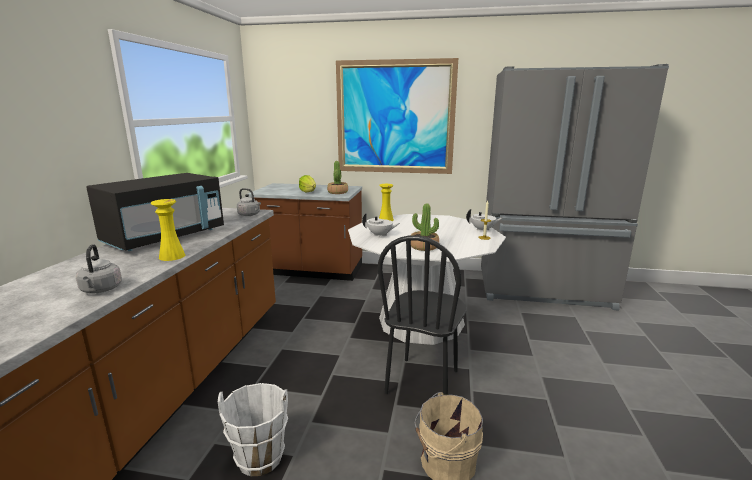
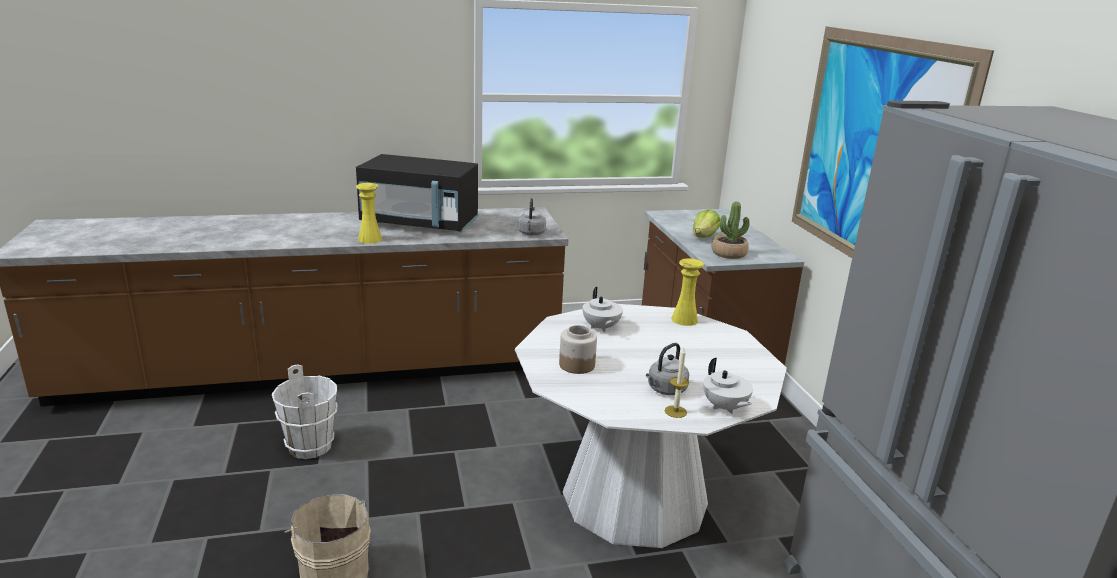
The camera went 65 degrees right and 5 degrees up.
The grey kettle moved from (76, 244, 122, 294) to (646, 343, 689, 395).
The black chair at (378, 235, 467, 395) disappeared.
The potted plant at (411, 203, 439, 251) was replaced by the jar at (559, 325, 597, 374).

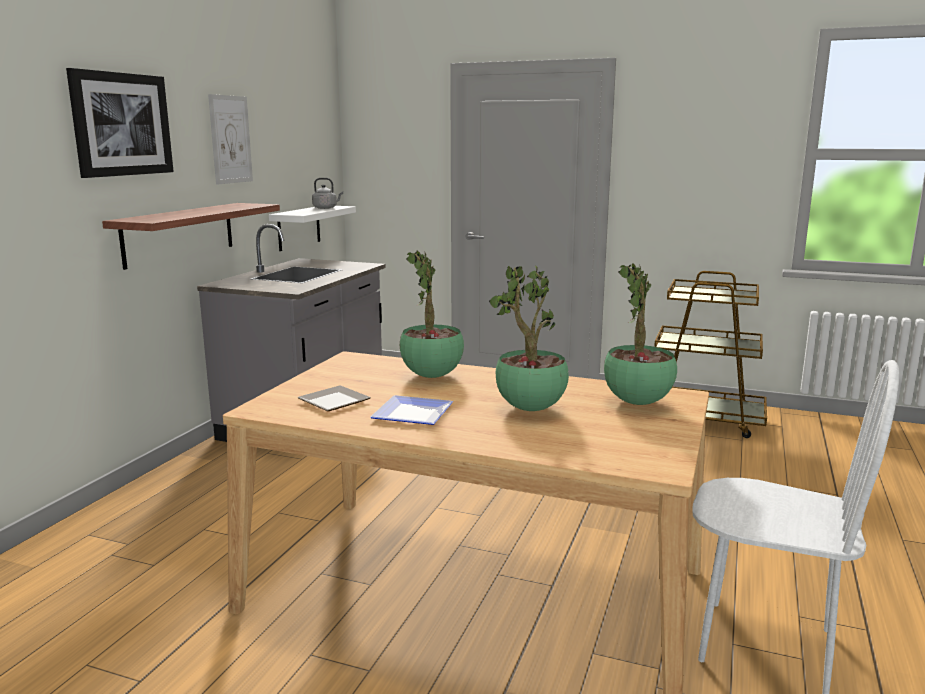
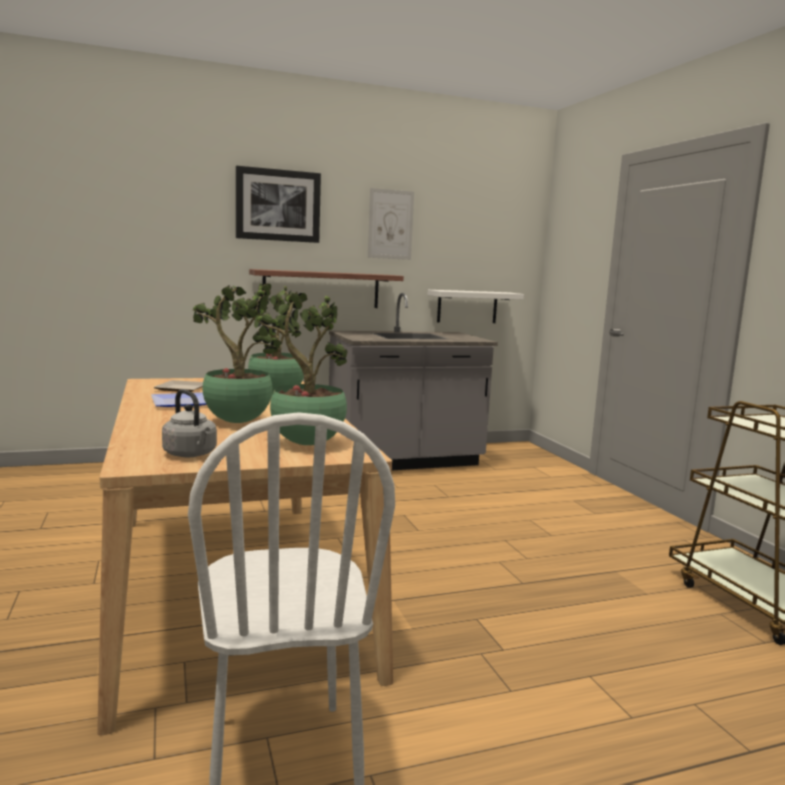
The camera went 50 degrees right and 5 degrees down.
The grey kettle moved from (312, 178, 343, 209) to (162, 389, 217, 457).

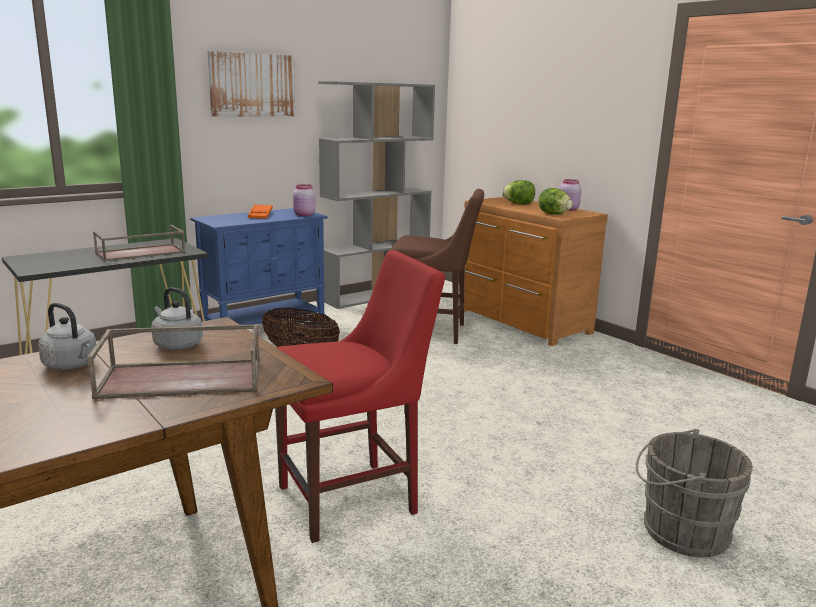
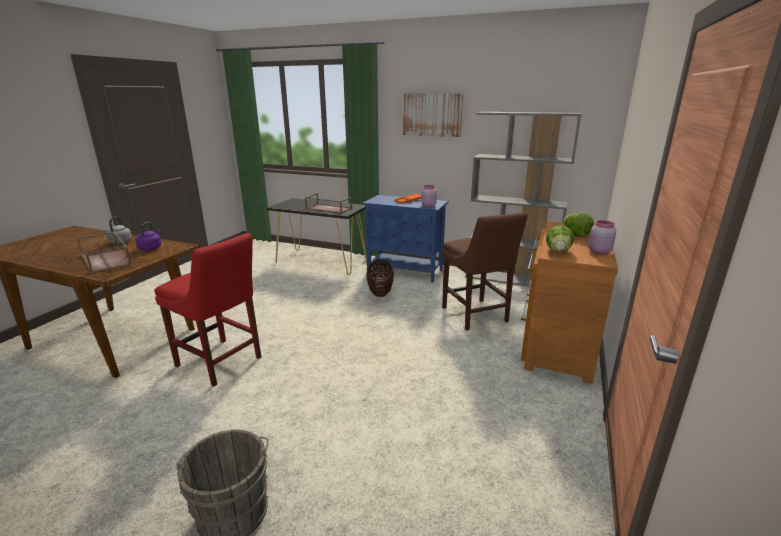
The camera went 60 degrees right and 5 degrees up.
The grey kettle at (151, 287, 203, 350) became the purple kettle at (135, 222, 161, 250).

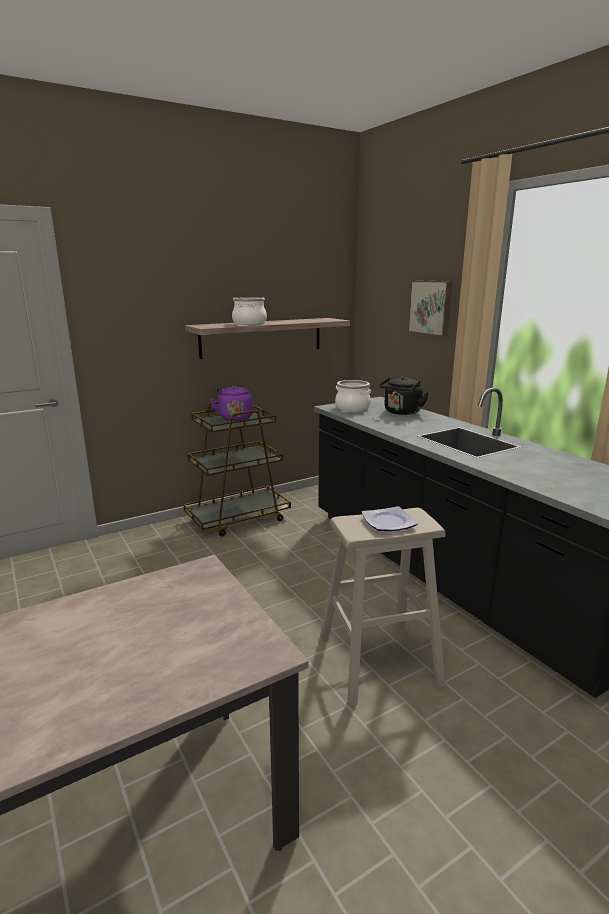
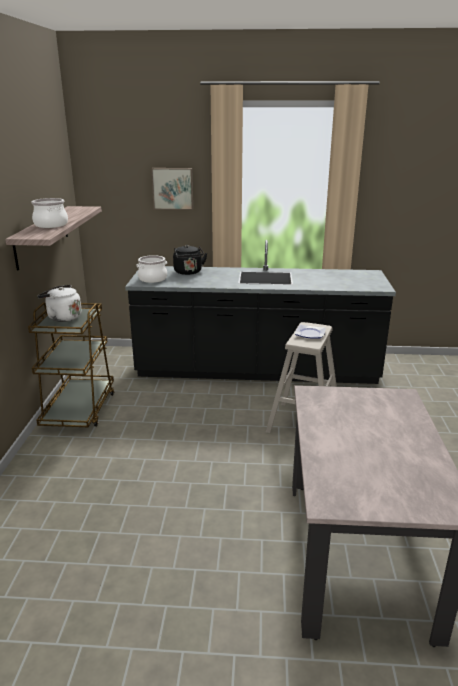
The camera went 55 degrees left and 5 degrees up.
The purple kettle at (210, 385, 253, 421) became the white kettle at (37, 285, 82, 322).

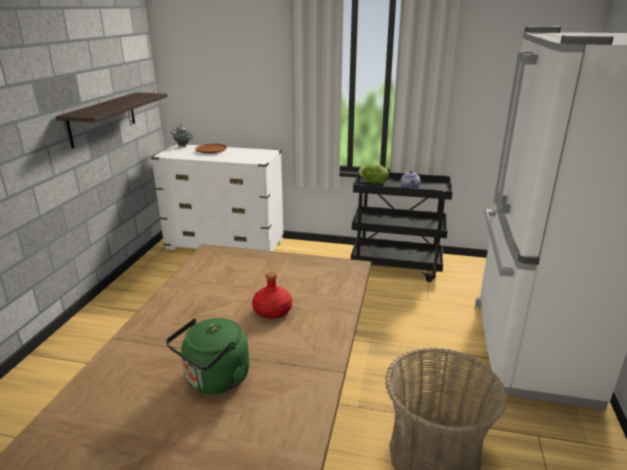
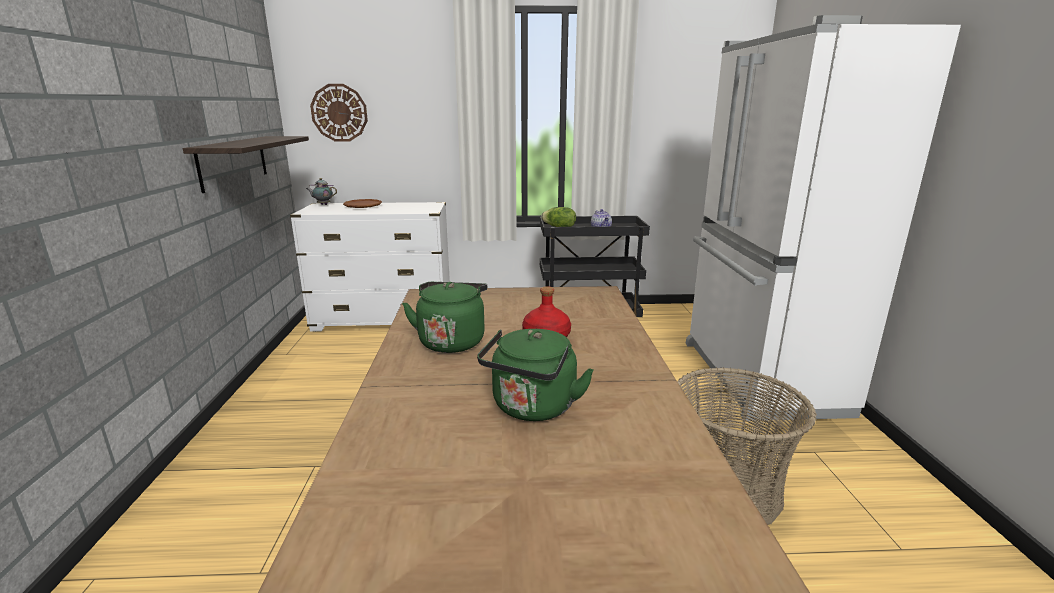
The camera went 15 degrees left and 5 degrees down.
The wall clock at (310, 84, 368, 142) appeared.
The green kettle at (402, 282, 488, 353) appeared.

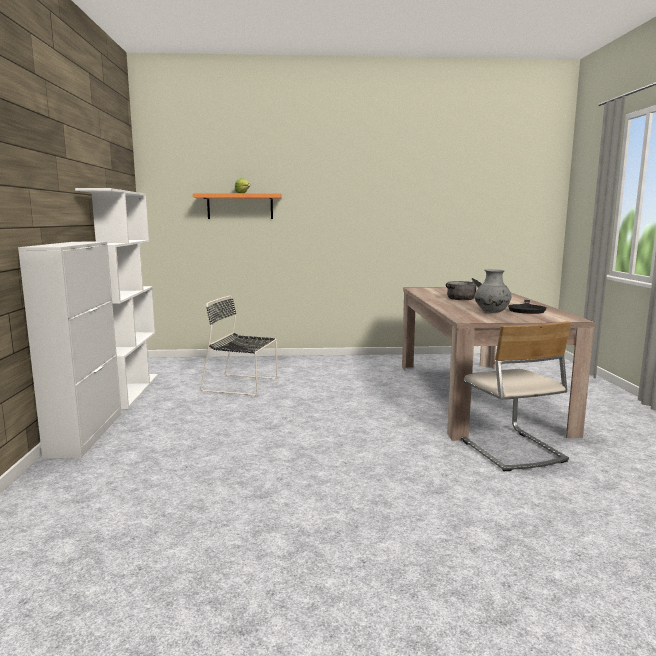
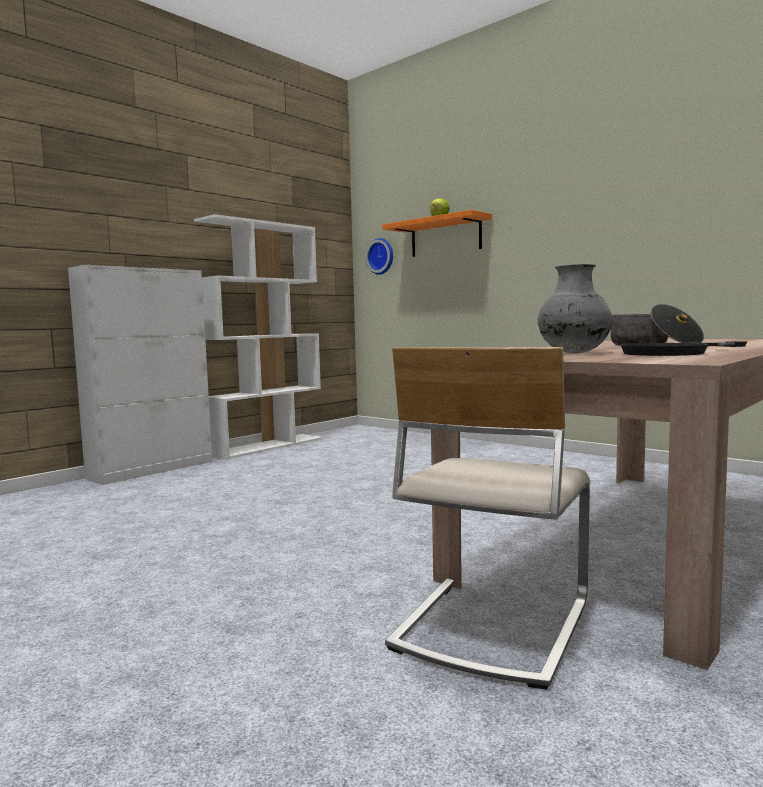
The camera went 45 degrees right and 5 degrees down.
The black chair at (201, 296, 277, 396) disappeared.
The wall clock at (366, 238, 393, 275) appeared.

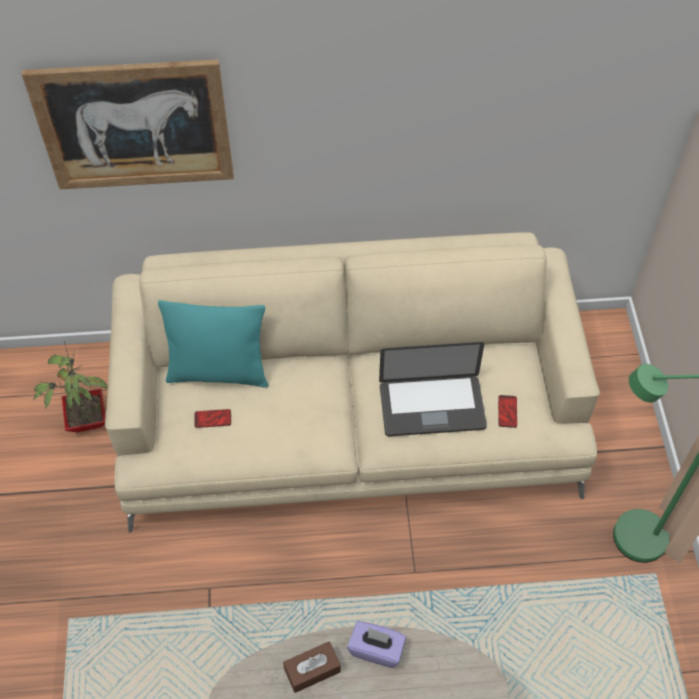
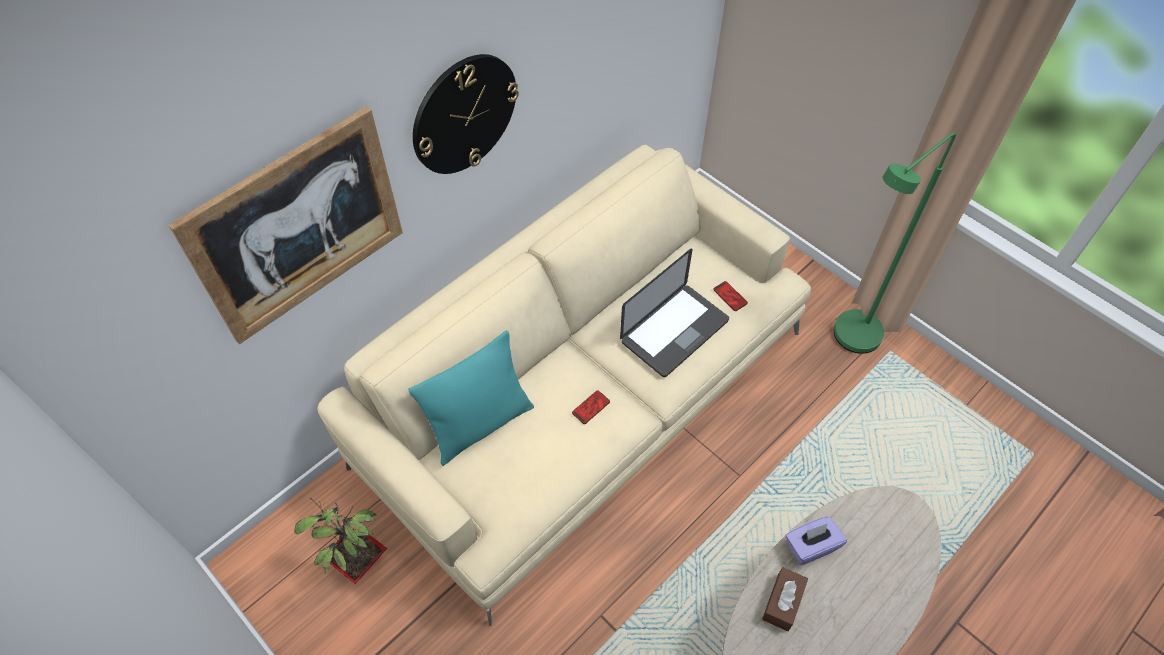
The camera went 40 degrees left and 0 degrees up.
The phone moved from (195, 409, 231, 428) to (572, 390, 610, 424).
The wall clock at (413, 54, 519, 174) appeared.

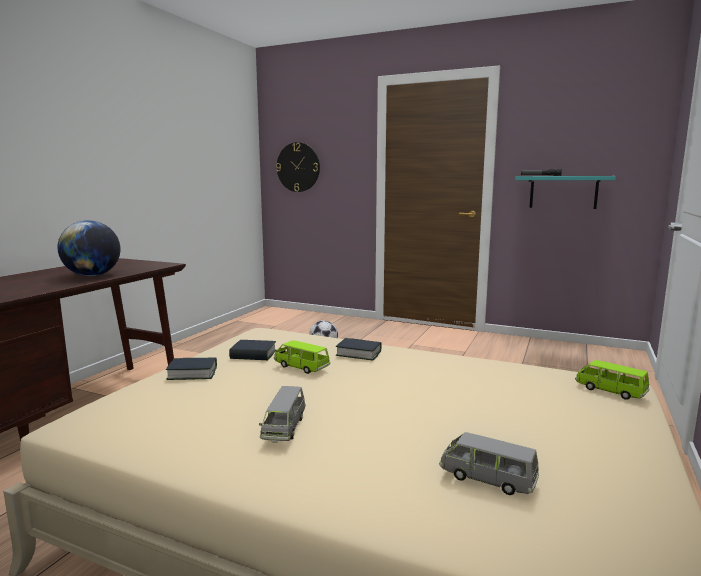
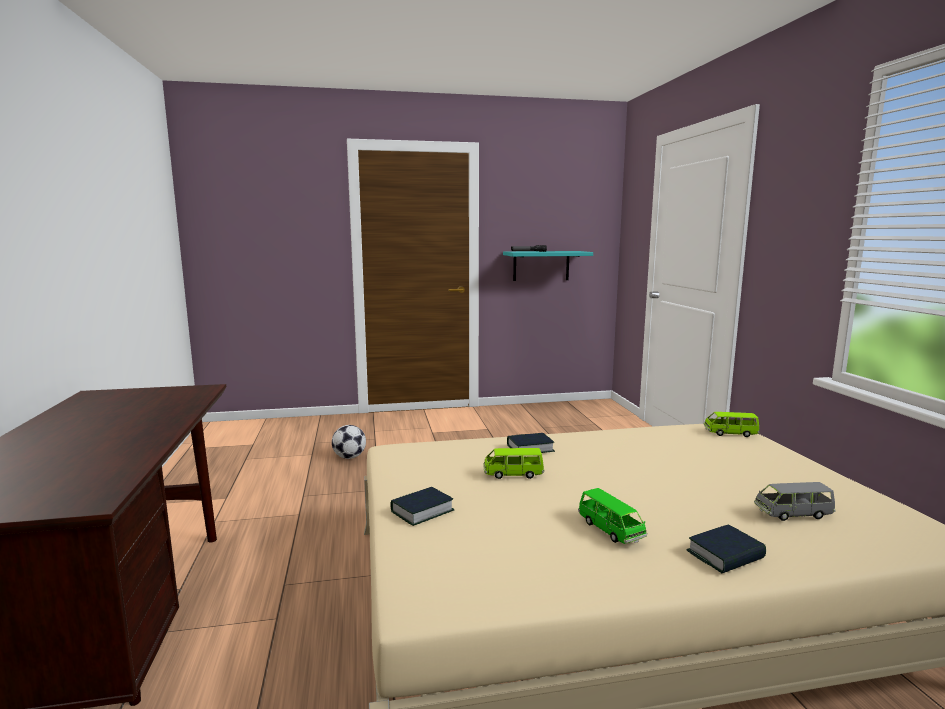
The camera went 35 degrees left and 0 degrees up.
The globe at (57, 220, 121, 276) disappeared.
The book moved from (229, 340, 276, 360) to (687, 524, 766, 573).
The grey toy car at (259, 386, 306, 443) became the green toy car at (578, 488, 647, 544).
The wall clock at (276, 142, 320, 192) disappeared.

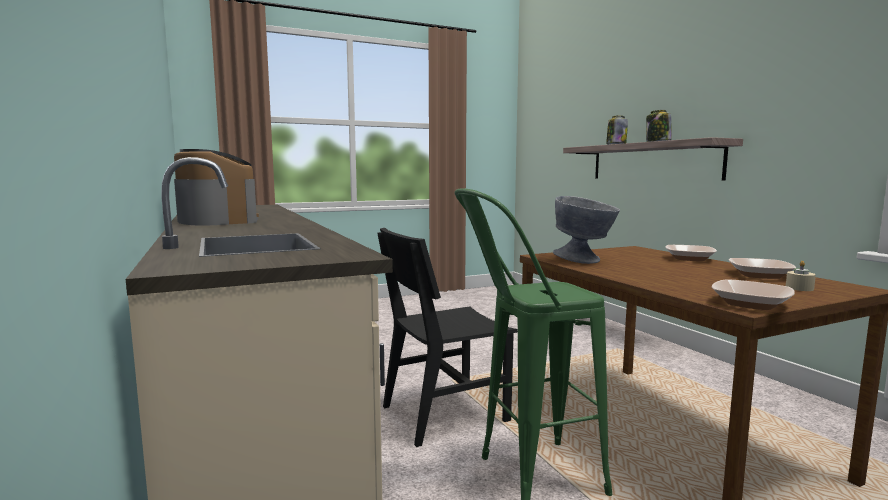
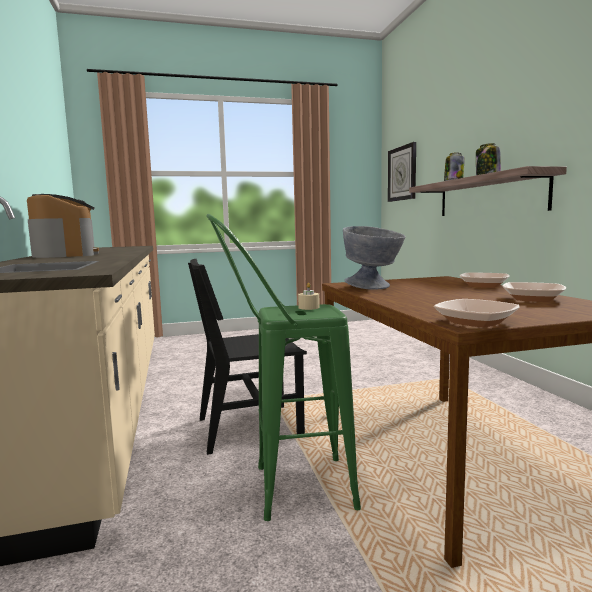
The camera went 10 degrees right and 0 degrees up.
The beige candle moved from (786, 261, 816, 291) to (298, 283, 320, 310).
The wall clock at (388, 142, 416, 202) appeared.

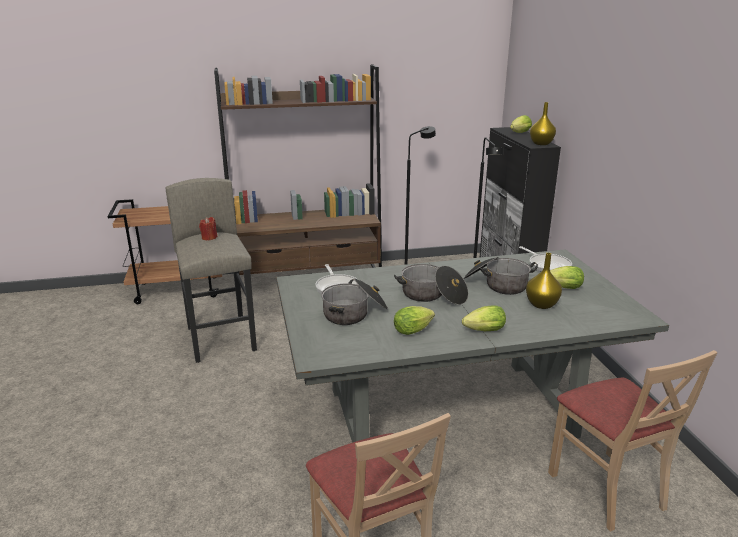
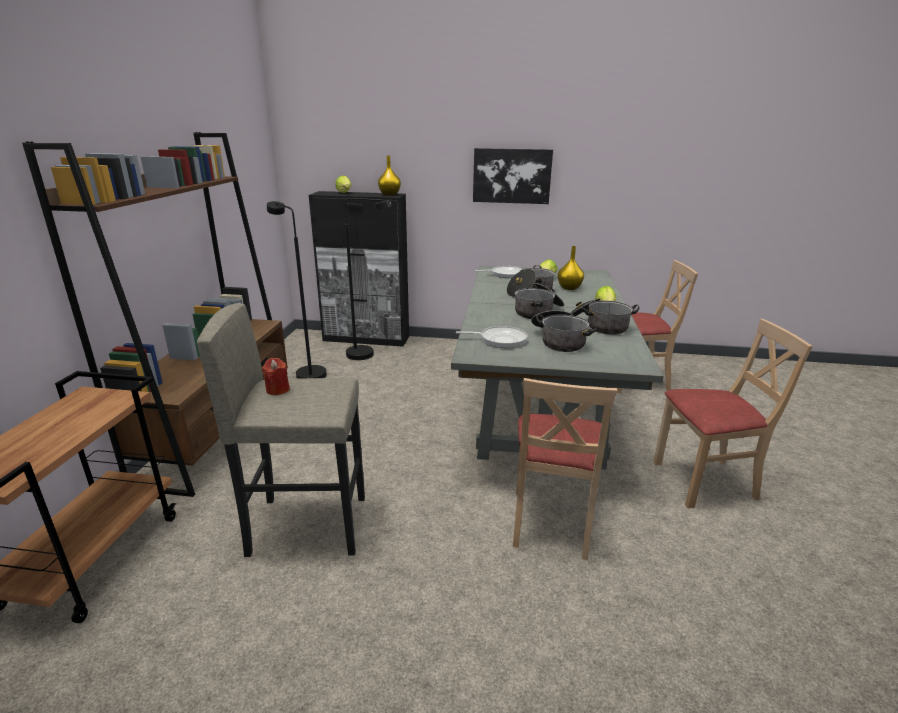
The camera went 70 degrees left and 0 degrees up.
The lettuce at (394, 306, 435, 335) was replaced by the cooking pot at (571, 298, 640, 335).
The picture at (473, 148, 553, 204) appeared.
The beige chair at (513, 378, 617, 560) appeared.

